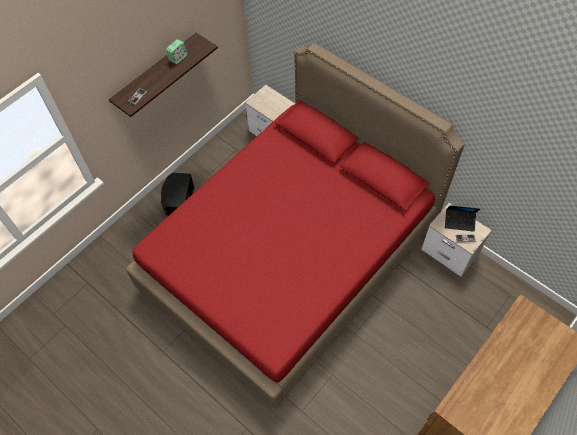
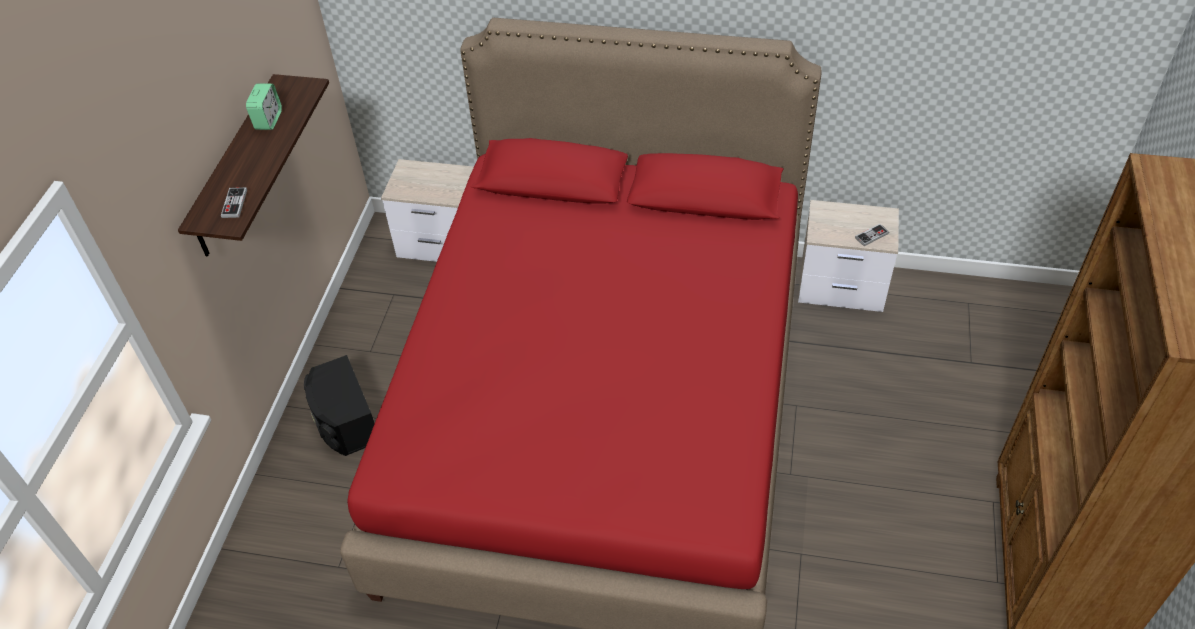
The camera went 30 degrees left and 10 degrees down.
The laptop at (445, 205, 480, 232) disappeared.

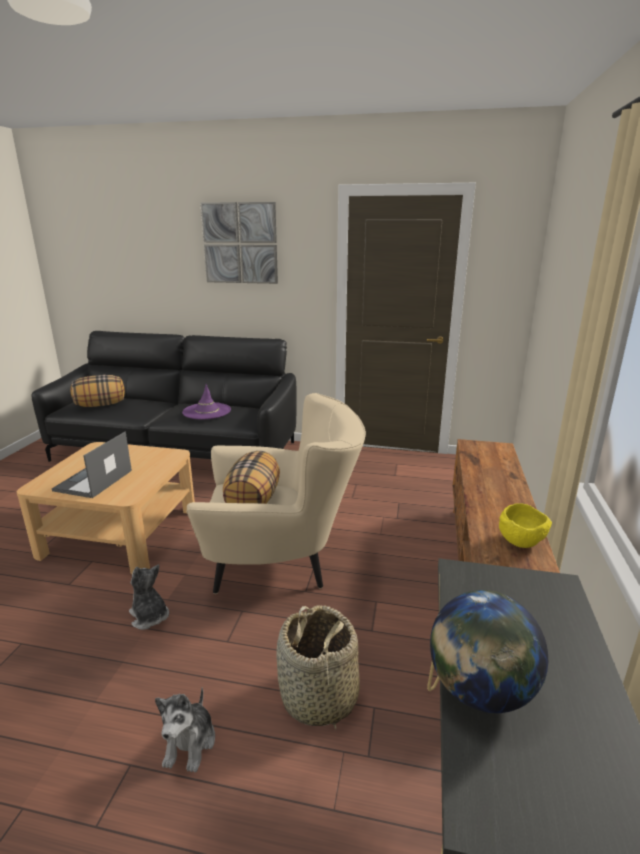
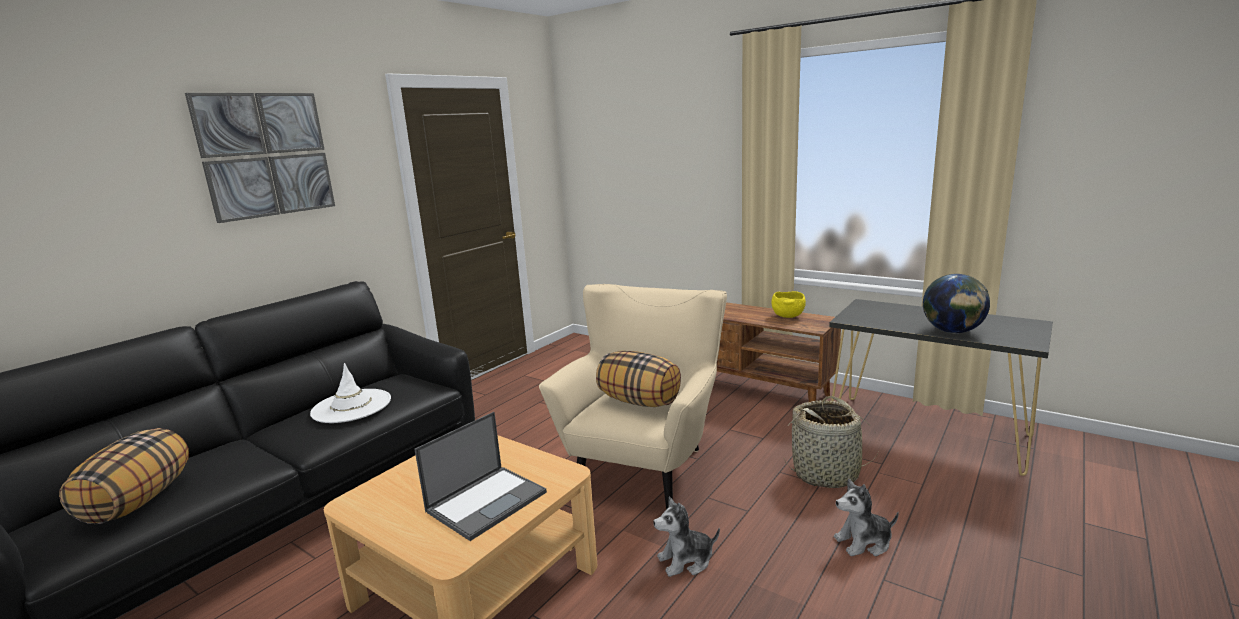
The camera went 65 degrees left and 5 degrees down.
The laptop at (52, 432, 132, 498) turned 90 degrees counterclockwise.
The plush toy at (155, 688, 215, 773) turned 135 degrees clockwise.
The purple hat at (182, 384, 231, 420) became the white hat at (310, 363, 391, 423).

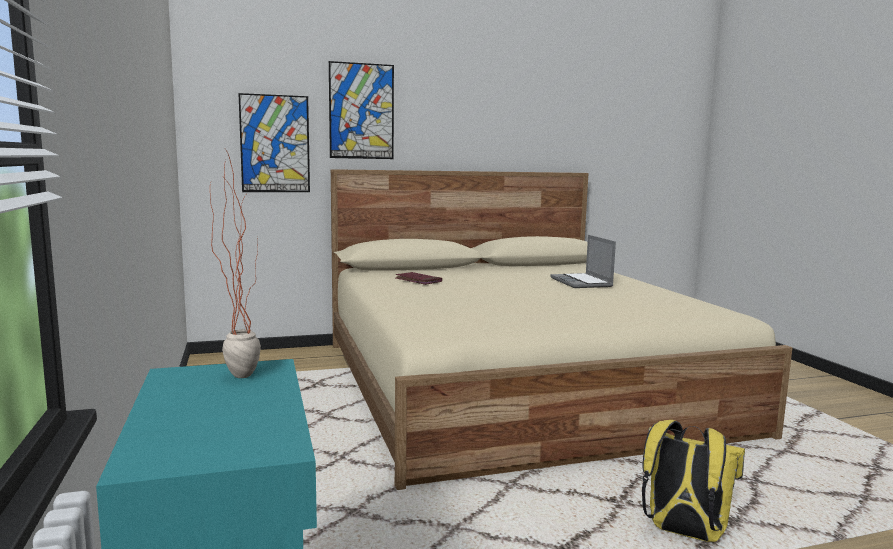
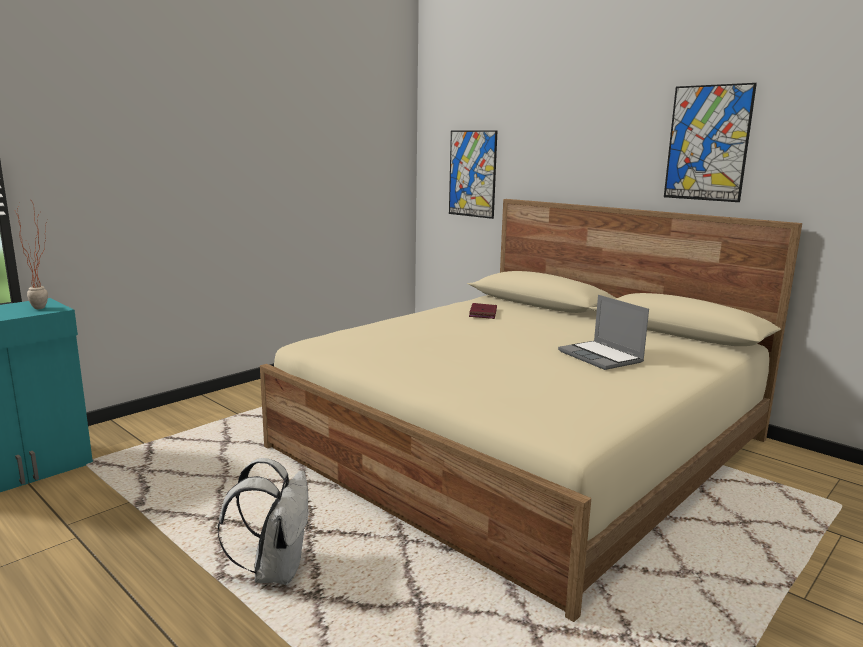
The camera went 60 degrees right and 5 degrees up.
The picture moved from (329, 61, 394, 159) to (664, 83, 757, 202).
The laptop at (550, 235, 616, 288) turned 75 degrees counterclockwise.
The yellow backpack at (642, 420, 745, 542) became the white backpack at (218, 458, 309, 585).

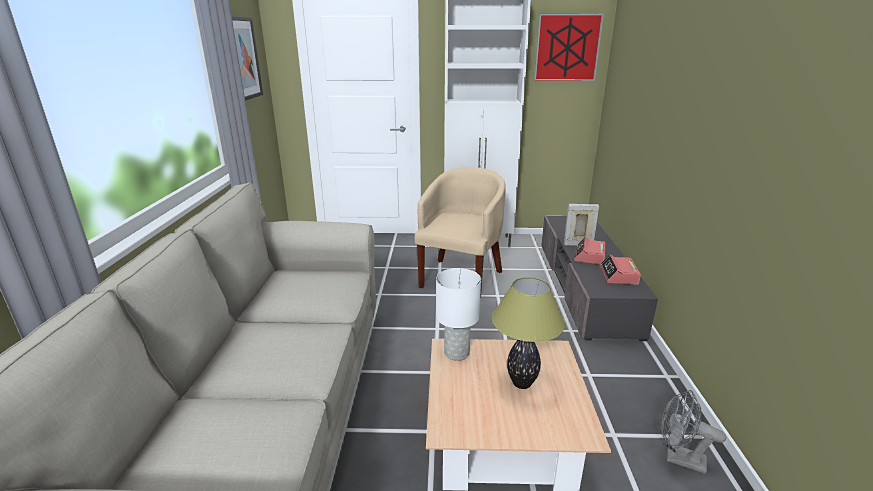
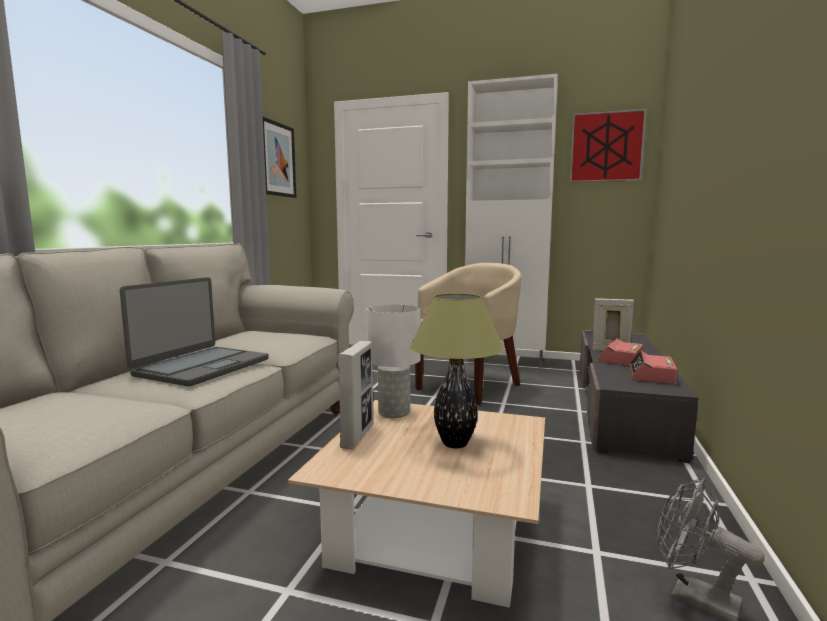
The camera went 15 degrees right and 15 degrees down.
The laptop at (120, 277, 269, 387) appeared.
The picture frame at (338, 341, 373, 449) appeared.

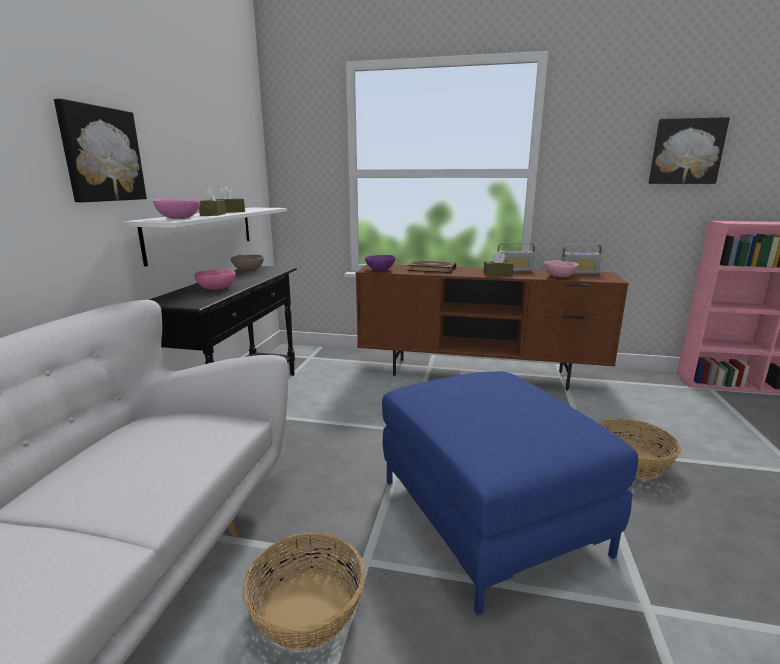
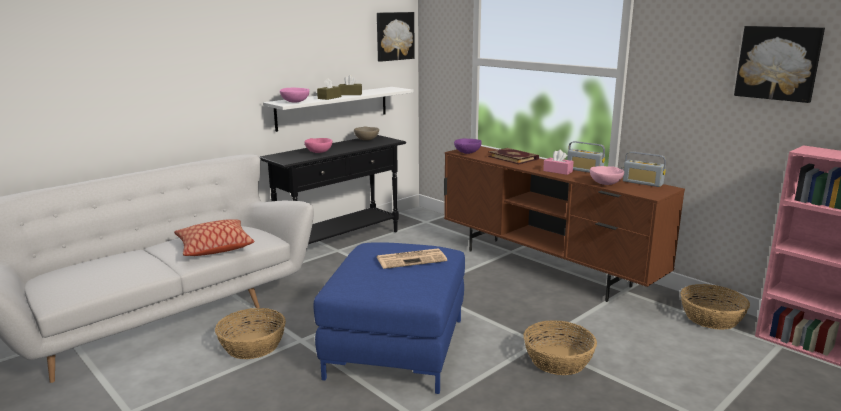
The camera went 35 degrees right and 0 degrees up.
The picture moved from (54, 99, 147, 202) to (377, 12, 415, 62).
The brown tissue box at (484, 251, 513, 275) became the pink tissue box at (543, 150, 574, 175).
The pillow at (174, 219, 254, 256) appeared.
The newspaper at (377, 248, 447, 269) appeared.
The basket at (680, 284, 750, 330) appeared.

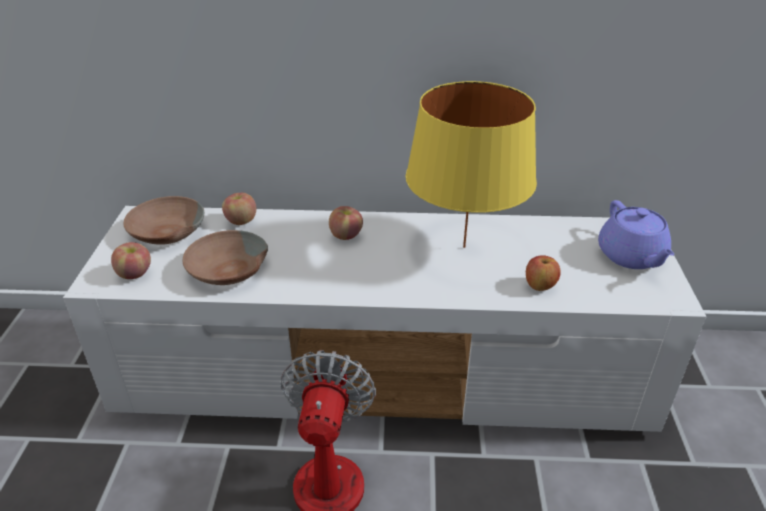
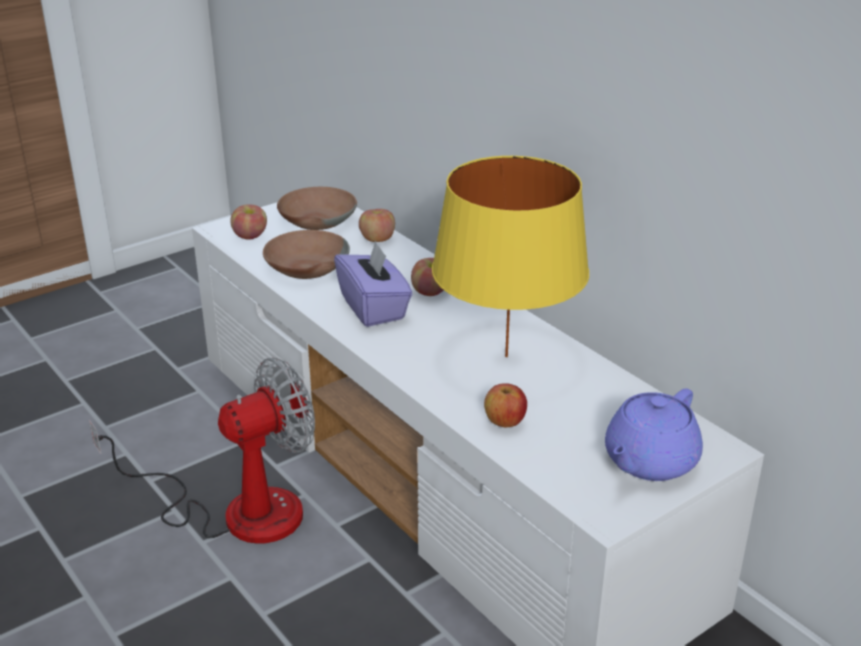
The camera went 50 degrees right and 5 degrees down.
The purple tissue box at (334, 240, 412, 327) appeared.

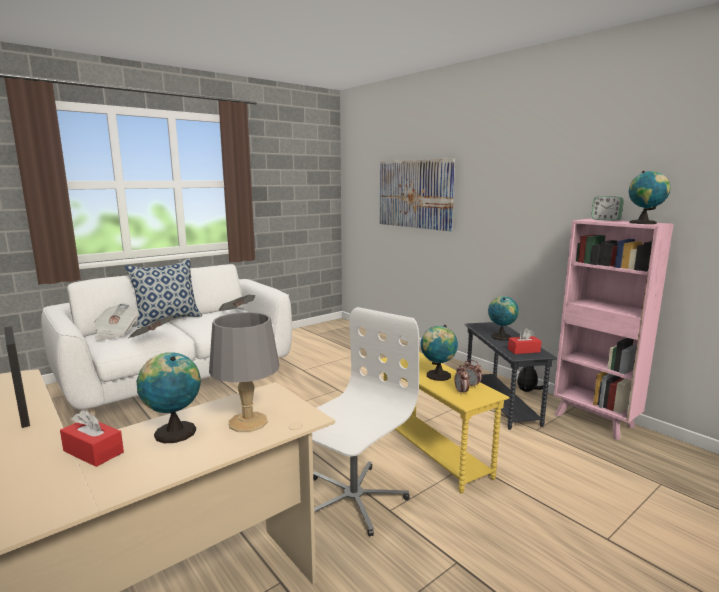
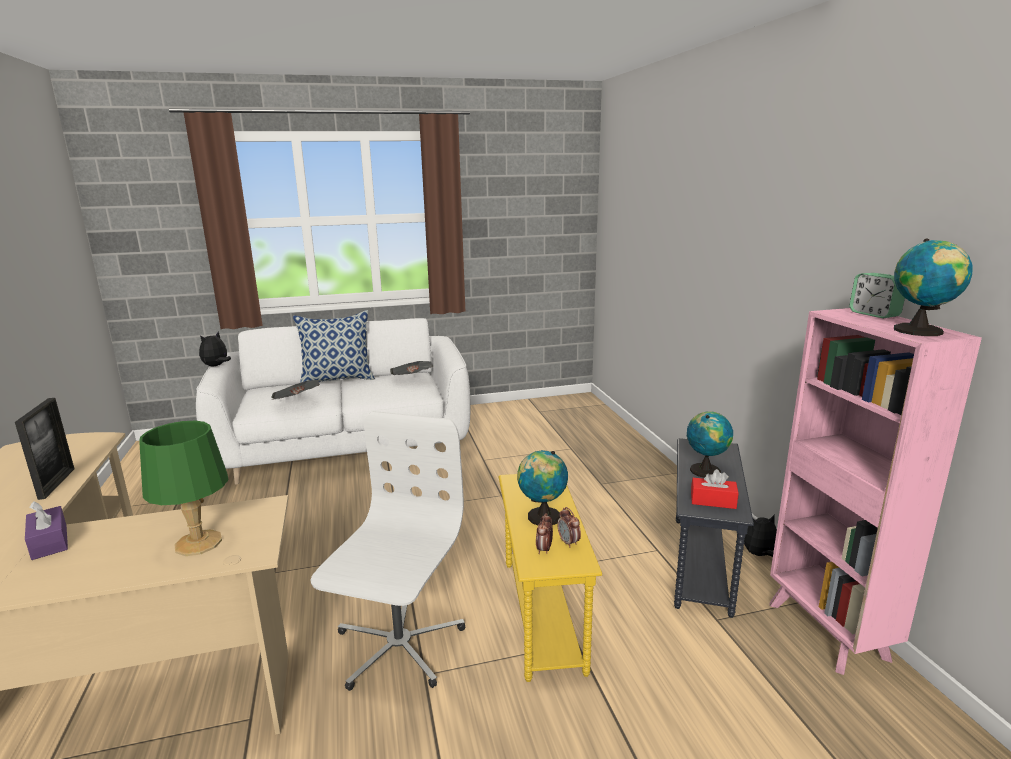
The camera went 25 degrees right and 5 degrees up.
The red tissue box at (60, 409, 124, 467) became the purple tissue box at (25, 501, 68, 560).
The newspaper at (93, 303, 139, 340) disappeared.
The globe at (136, 352, 201, 443) disappeared.
The grey table lamp at (209, 312, 279, 432) became the green table lamp at (139, 421, 229, 556).
The white office chair at (312, 307, 419, 537) turned 45 degrees counterclockwise.
The picture at (380, 159, 456, 231) disappeared.
The plush toy at (199, 331, 231, 366) appeared.

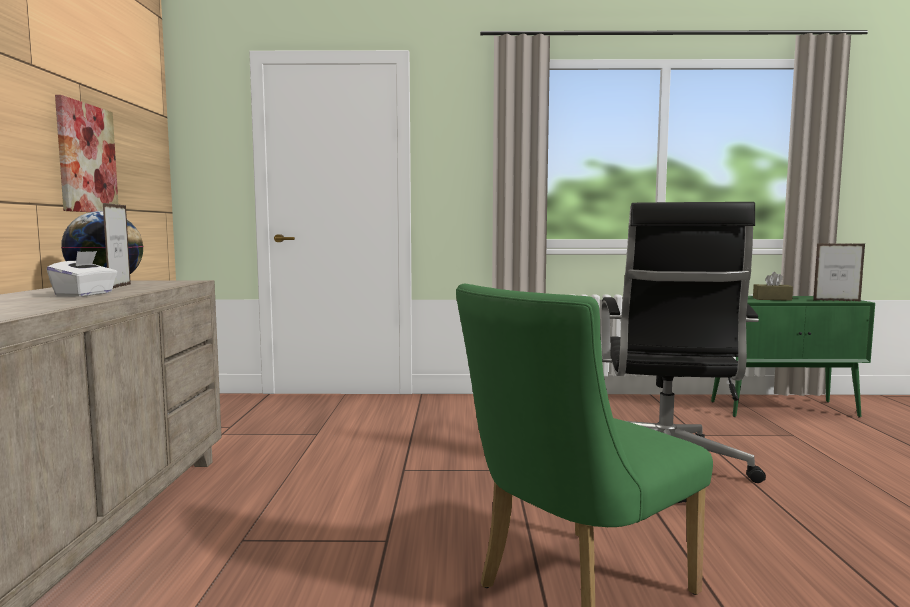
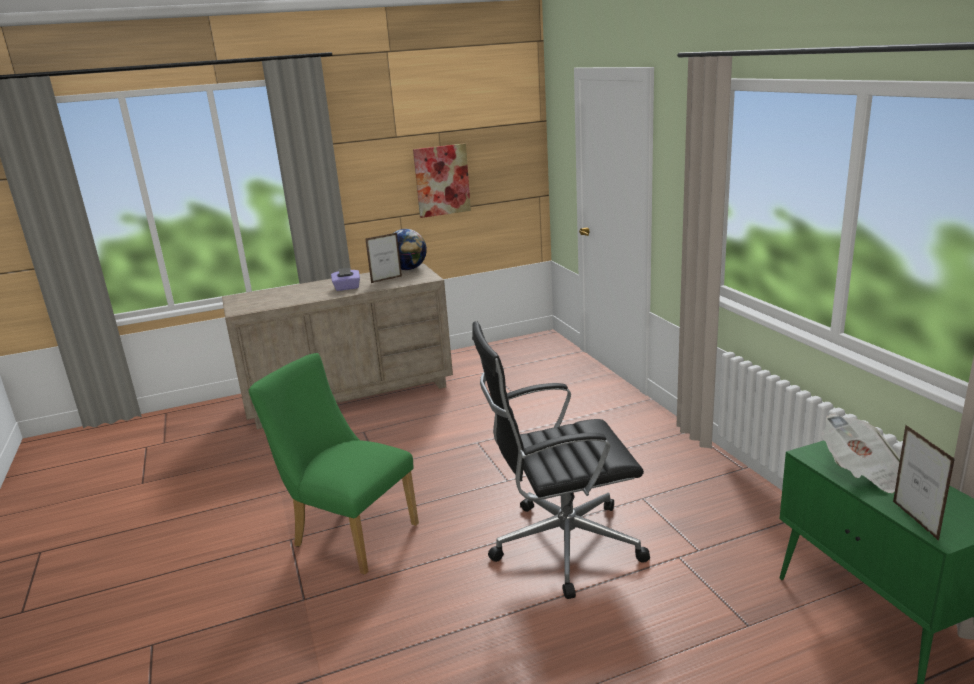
The camera went 70 degrees right and 15 degrees up.
The white tissue box at (46, 251, 117, 297) became the purple tissue box at (331, 268, 360, 291).
The brown tissue box at (753, 272, 793, 301) was replaced by the newspaper at (822, 414, 900, 493).

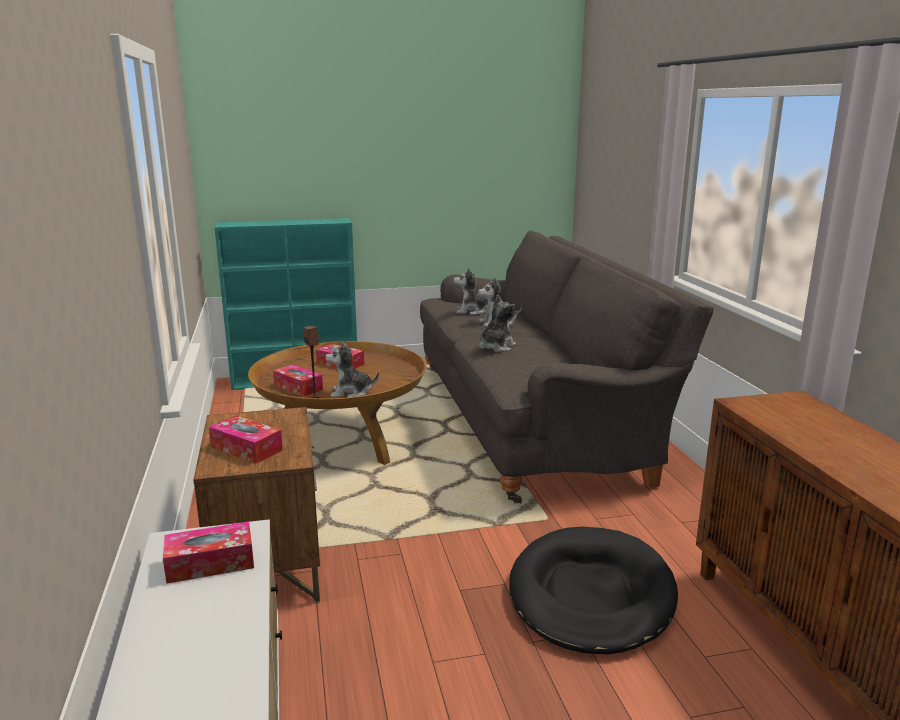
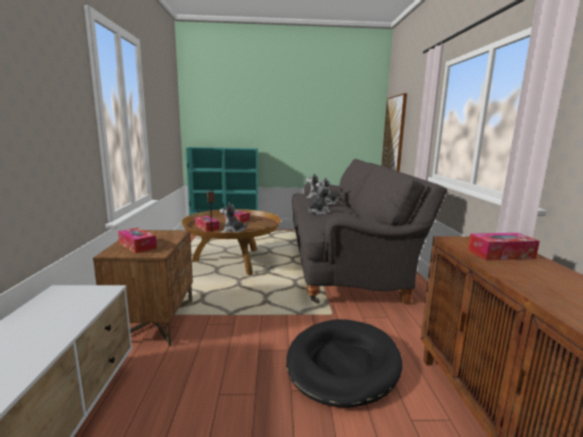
The camera went 10 degrees right and 5 degrees down.
The tissue box moved from (163, 522, 254, 584) to (468, 233, 540, 260).
The picture at (381, 93, 407, 172) appeared.

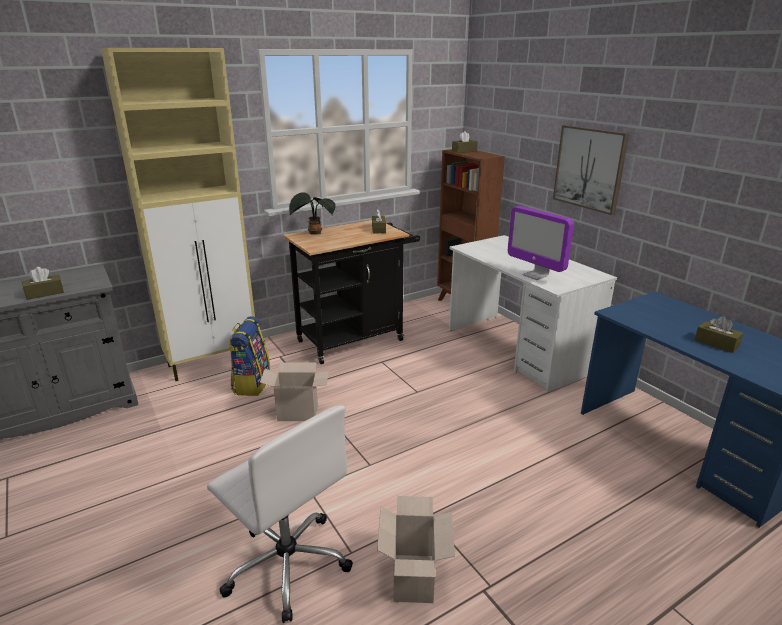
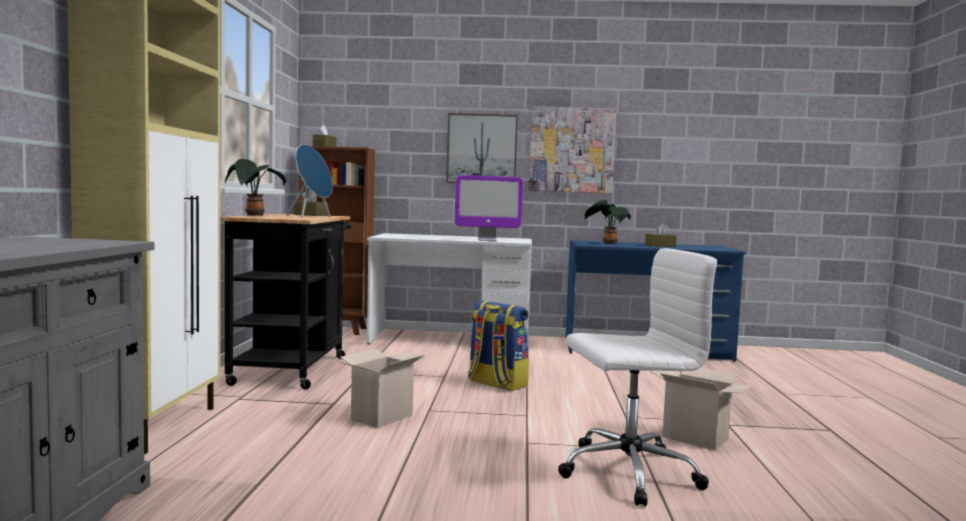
The camera went 55 degrees left and 20 degrees down.
The brown tissue box at (22, 267, 64, 300) disappeared.
The backpack moved from (229, 316, 270, 396) to (468, 300, 529, 391).
The blue speaker at (286, 144, 333, 218) appeared.
The picture at (529, 106, 616, 193) appeared.
The potted plant at (584, 200, 631, 245) appeared.

